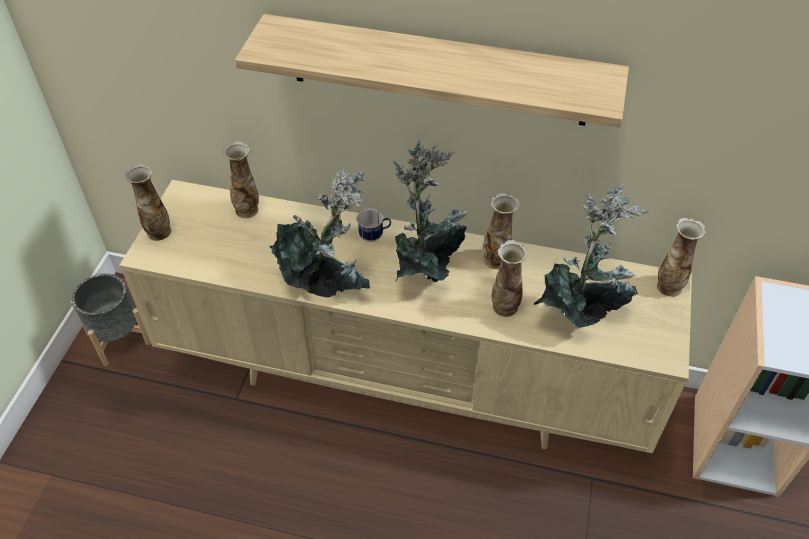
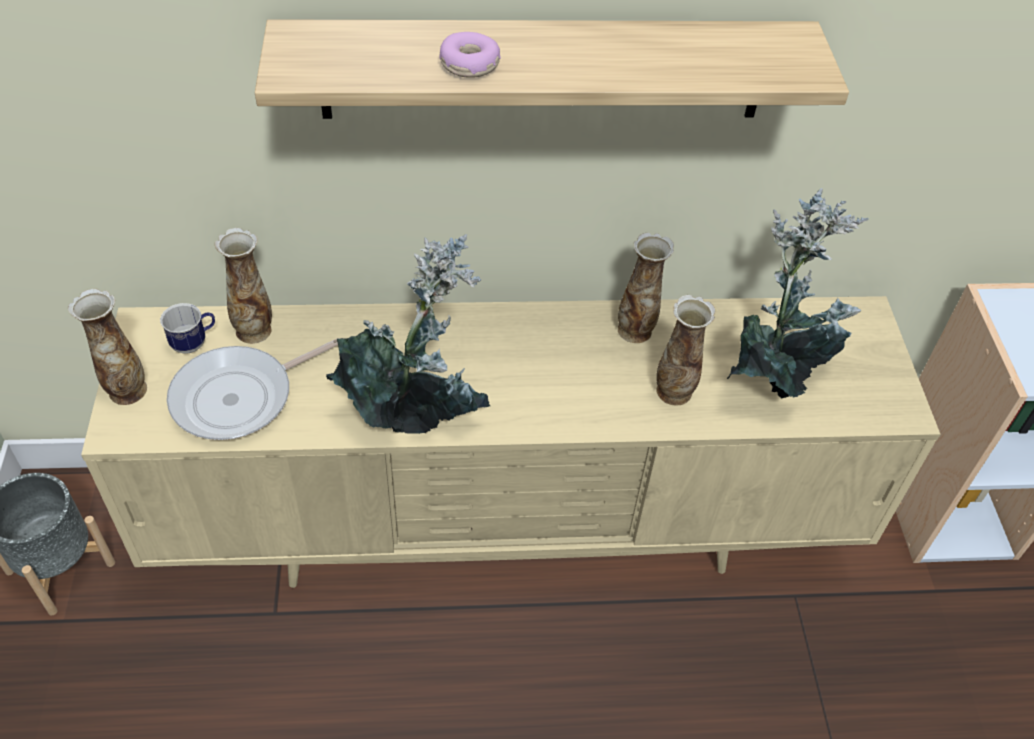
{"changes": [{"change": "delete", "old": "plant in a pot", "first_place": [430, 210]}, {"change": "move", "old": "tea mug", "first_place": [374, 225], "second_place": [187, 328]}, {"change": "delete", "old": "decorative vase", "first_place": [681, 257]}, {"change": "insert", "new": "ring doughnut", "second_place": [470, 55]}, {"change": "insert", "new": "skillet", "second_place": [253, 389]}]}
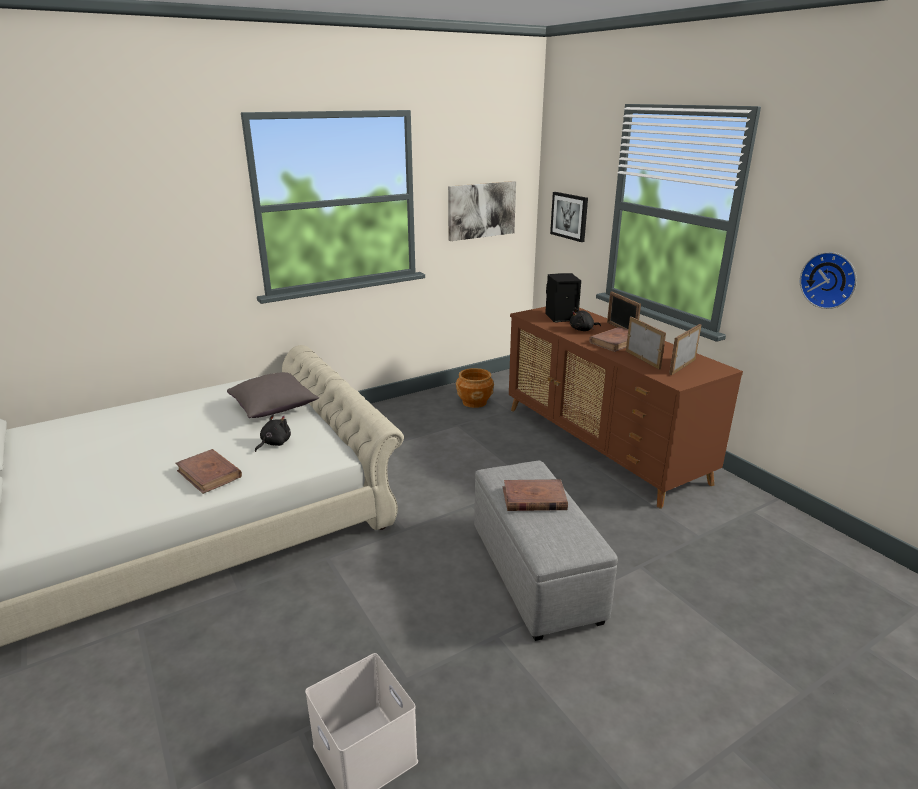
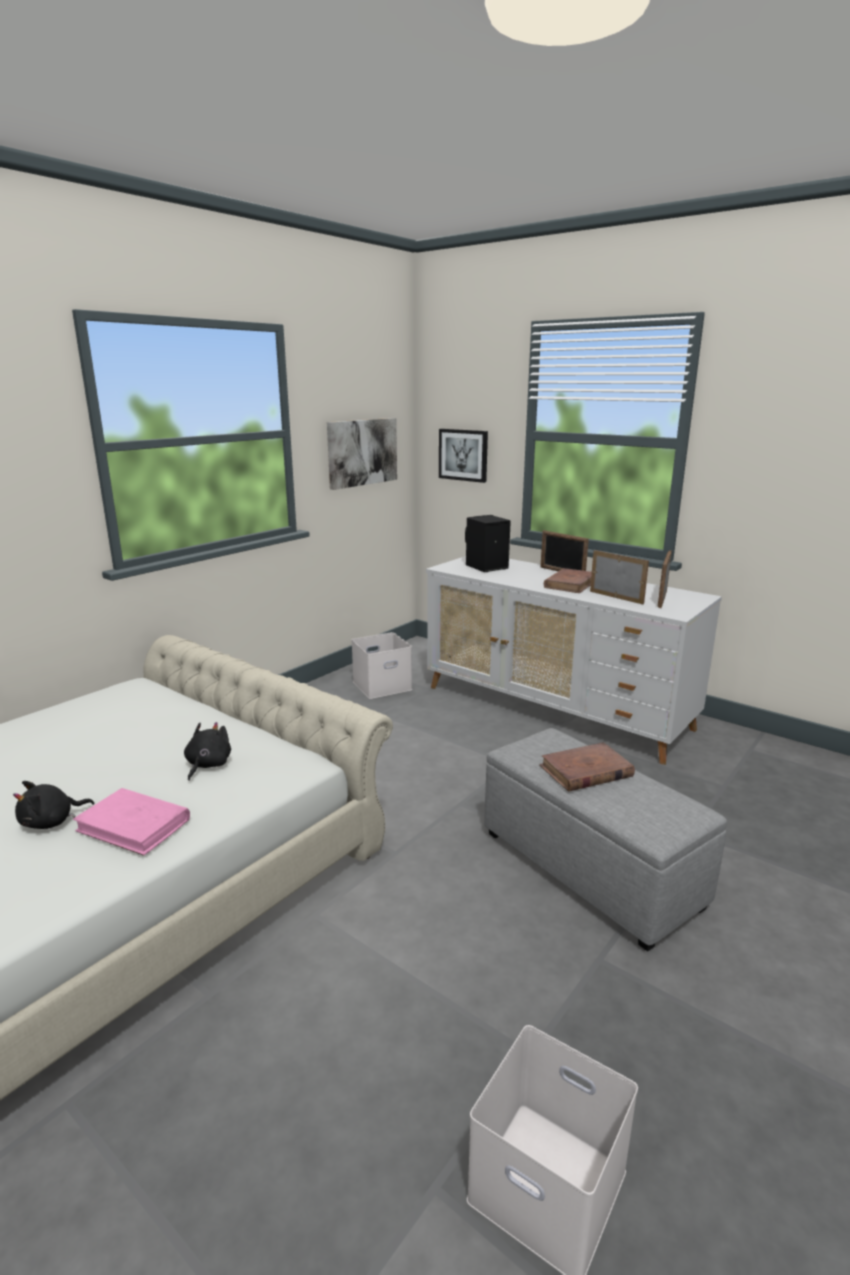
{"changes": [{"change": "delete", "old": "clock on the wall", "first_place": [828, 280]}, {"change": "recolor", "old": "brown chest of drawers", "new": "white chest of drawers", "first_place": [626, 408], "second_place": [574, 660]}, {"change": "move", "old": "black-coloured plush toy", "first_place": [585, 319], "second_place": [54, 805]}, {"change": "replace", "old": "brown planter", "new": "white storage container", "first_place": [475, 388], "second_place": [381, 665]}, {"change": "delete", "old": "gray throw pillow", "first_place": [273, 395]}, {"change": "recolor", "old": "brown book", "new": "pink book", "first_place": [208, 471], "second_place": [131, 822]}]}
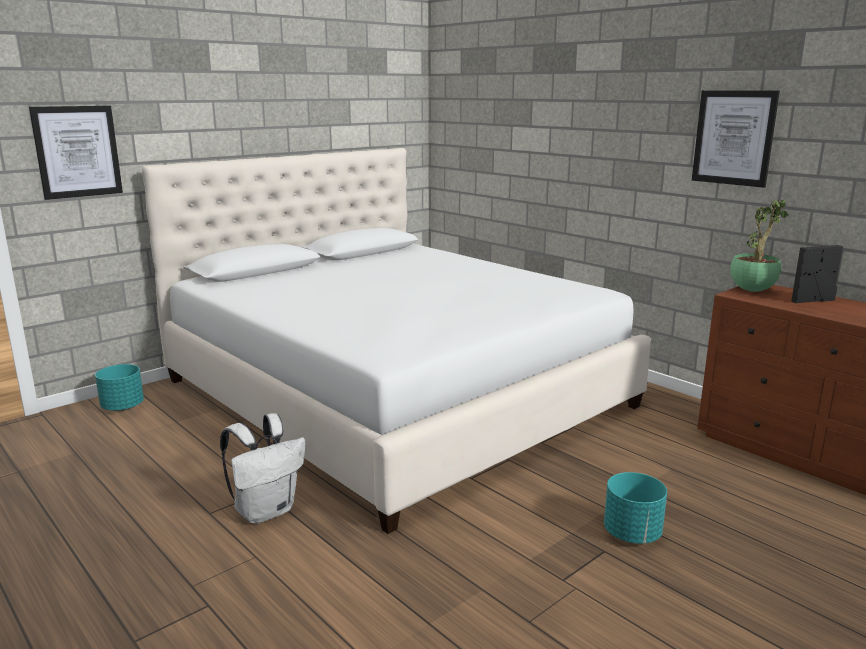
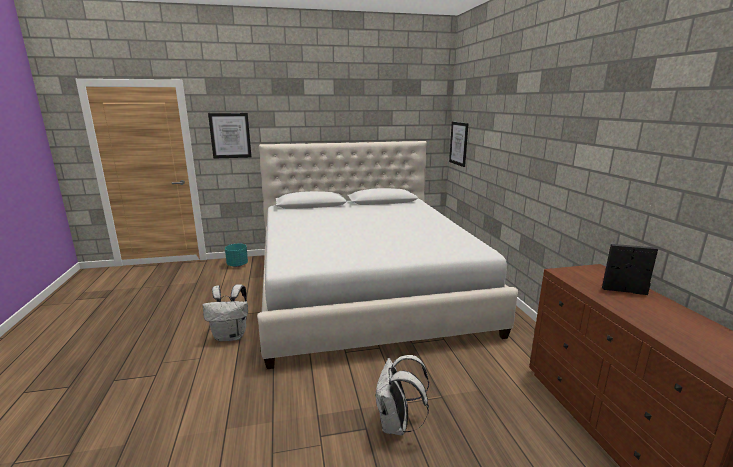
{"changes": [{"change": "move", "old": "picture", "first_place": [736, 139], "second_place": [458, 144]}, {"change": "delete", "old": "plant in a pot", "first_place": [759, 246]}, {"change": "replace", "old": "turquoise-coloured planter", "new": "white rucksack", "first_place": [635, 508], "second_place": [402, 395]}]}
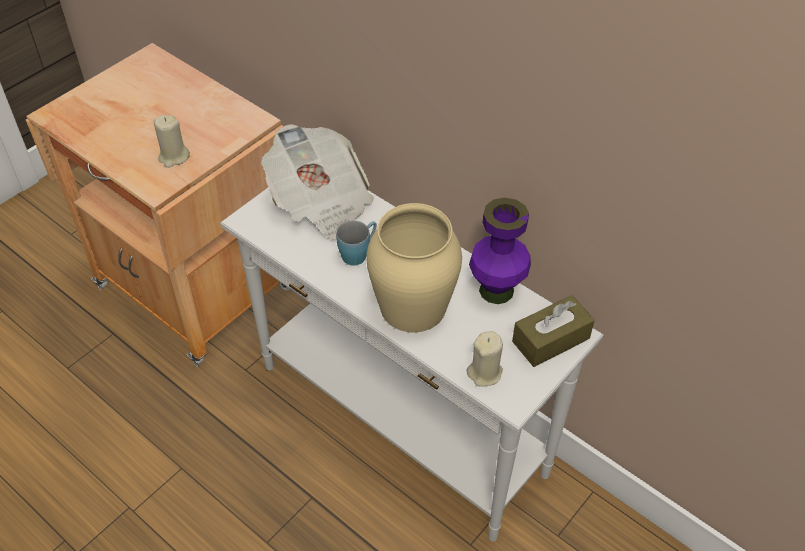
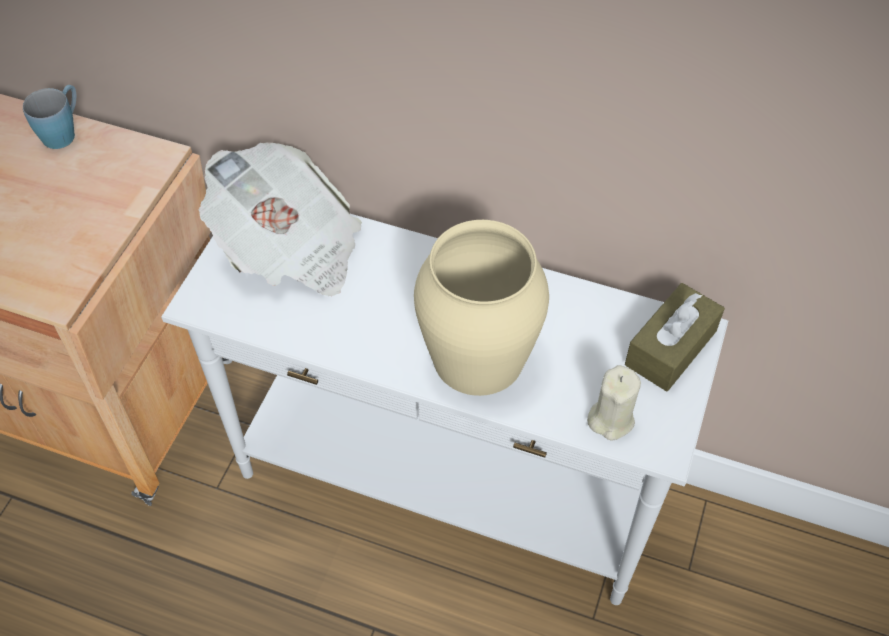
{"changes": [{"change": "delete", "old": "sand-coloured candle", "first_place": [172, 141]}, {"change": "delete", "old": "purple-coloured decorative vase", "first_place": [500, 250]}, {"change": "move", "old": "bluish tea mug", "first_place": [356, 243], "second_place": [49, 117]}]}
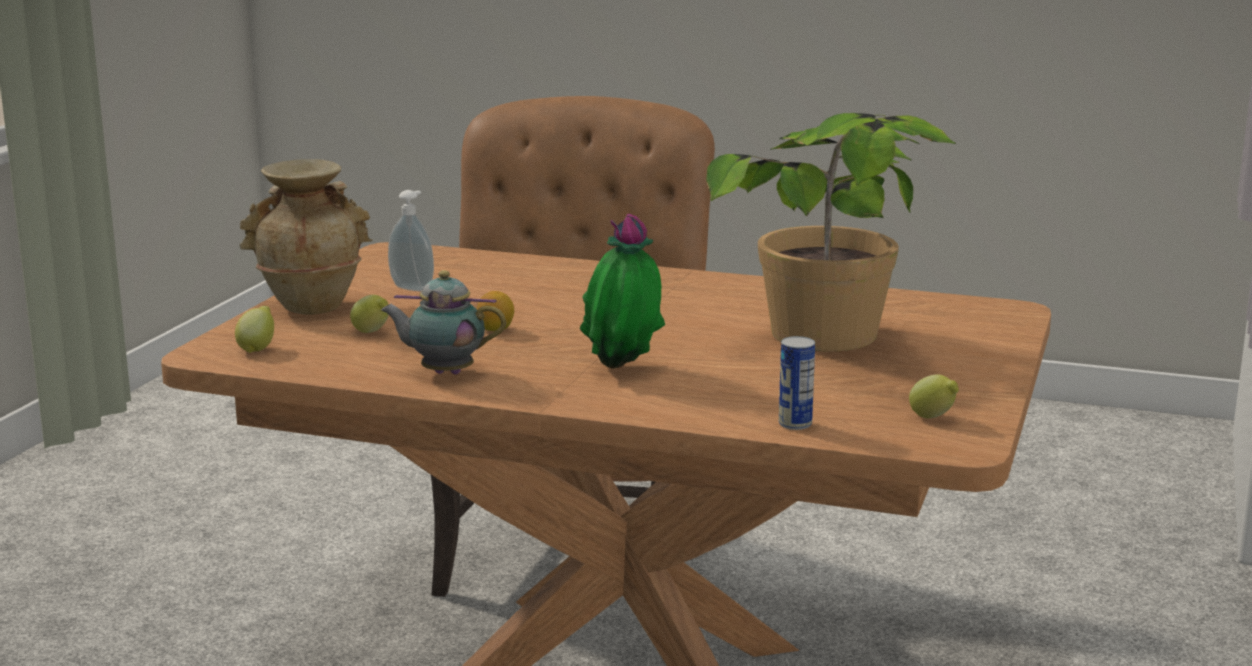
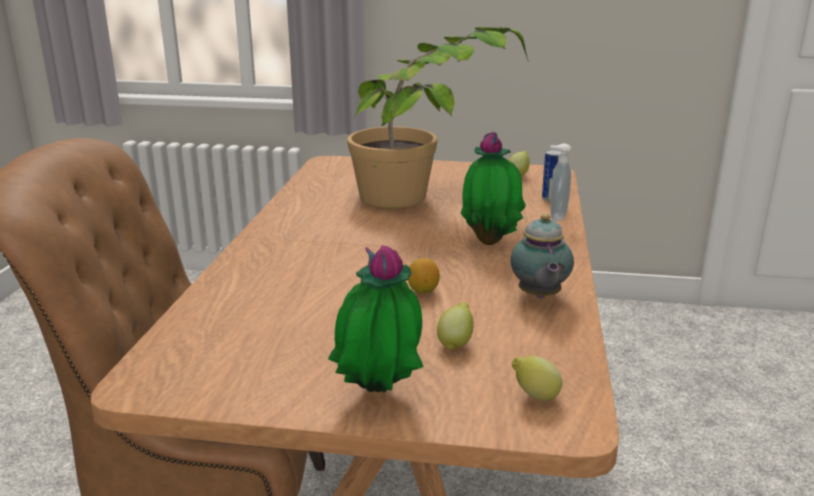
{"changes": [{"change": "replace", "old": "sand-coloured decorative vase", "new": "plant in a pot", "first_place": [306, 237], "second_place": [376, 318]}, {"change": "move", "old": "liquid soap bottle", "first_place": [411, 240], "second_place": [560, 182]}]}
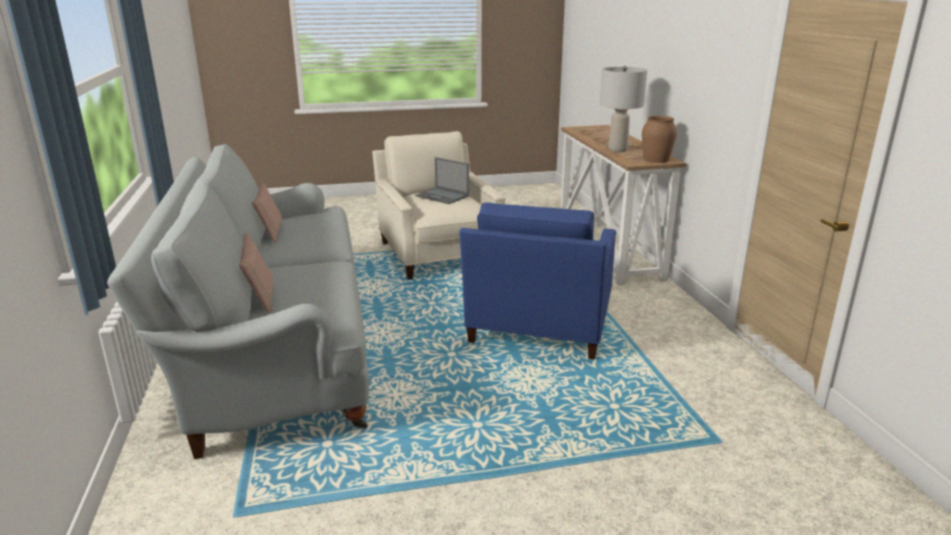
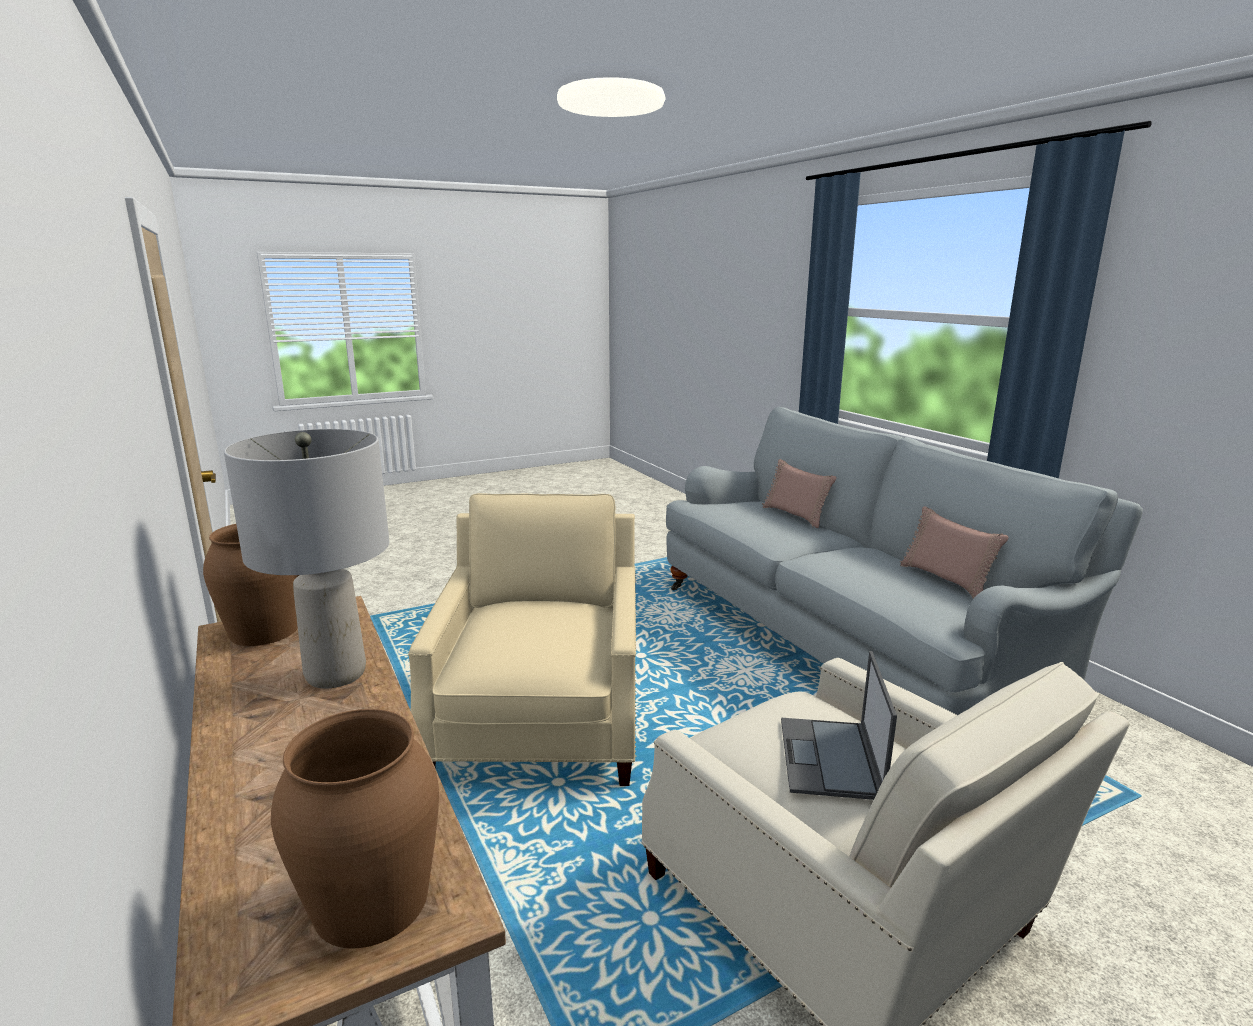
{"changes": [{"change": "rotate", "old": "notebook computer", "first_place": [442, 180], "second_place": [839, 725], "degrees": -105}, {"change": "recolor", "old": "bluish armchair", "new": "sand-coloured armchair", "first_place": [537, 281], "second_place": [522, 639]}, {"change": "insert", "new": "brown decorative vase", "second_place": [355, 828]}]}
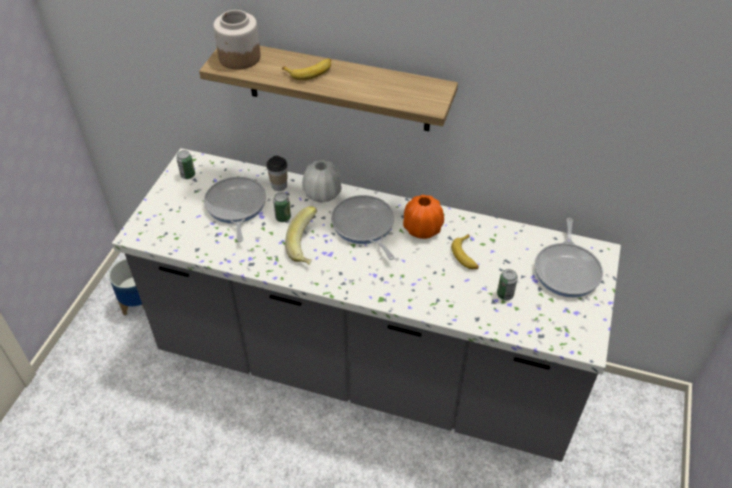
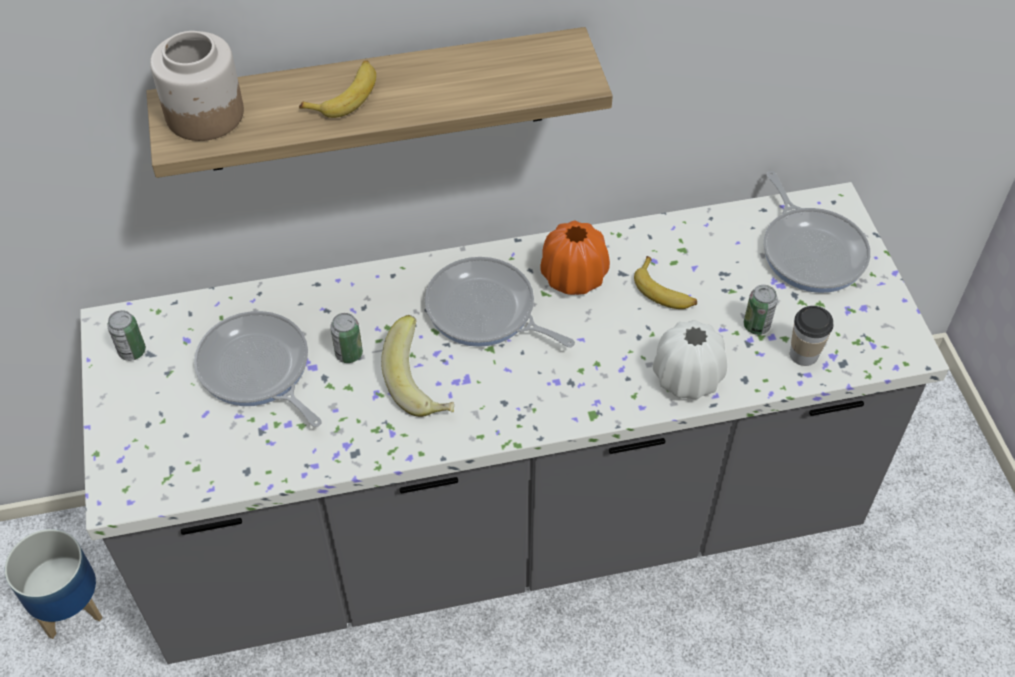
{"changes": [{"change": "move", "old": "cup", "first_place": [276, 173], "second_place": [811, 336]}, {"change": "move", "old": "white decorative vase", "first_place": [321, 181], "second_place": [690, 359]}]}
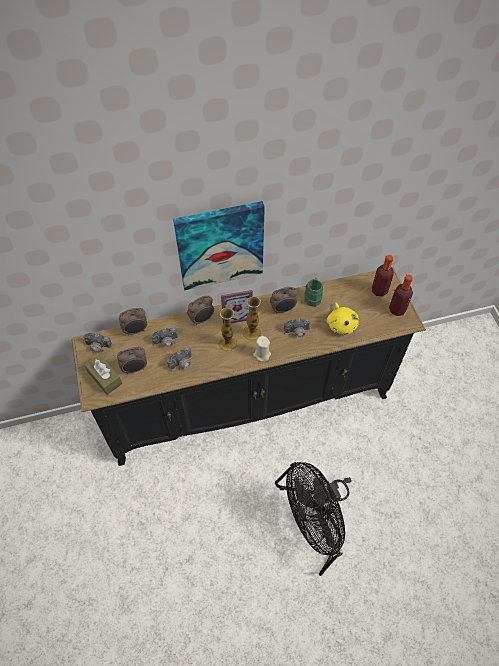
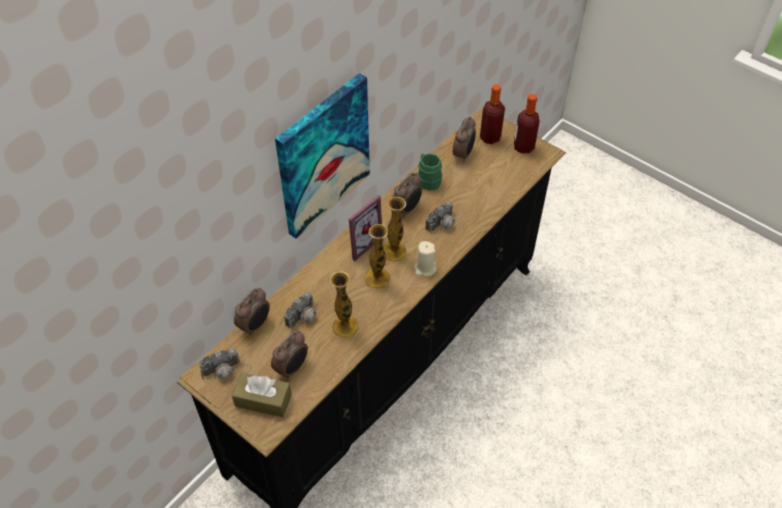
{"changes": [{"change": "move", "old": "bedside clock", "first_place": [200, 311], "second_place": [464, 139]}, {"change": "delete", "old": "yellowish plush toy", "first_place": [343, 318]}, {"change": "replace", "old": "photo camera", "new": "decorative vase", "first_place": [184, 360], "second_place": [345, 304]}, {"change": "delete", "old": "black-coloured electric fan", "first_place": [313, 519]}]}
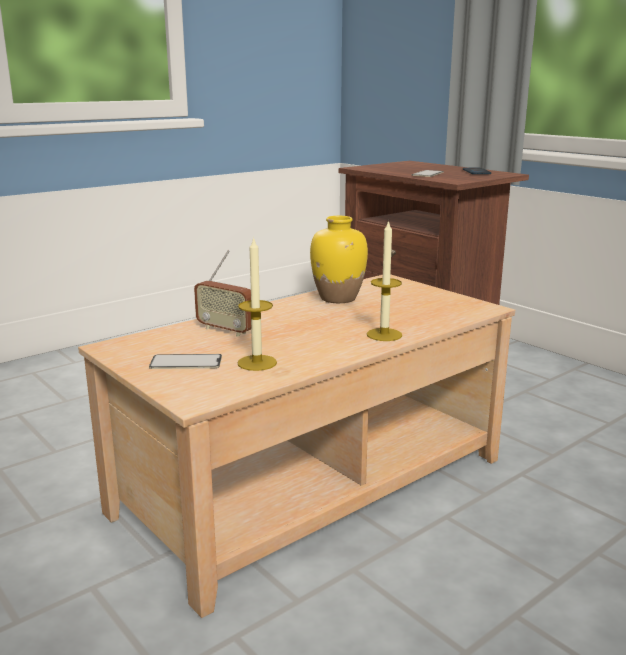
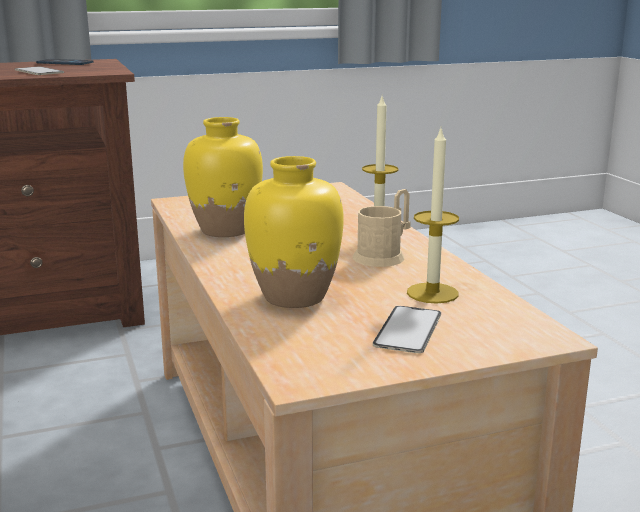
{"changes": [{"change": "replace", "old": "radio receiver", "new": "yellowish decorative vase", "first_place": [222, 293], "second_place": [294, 232]}, {"change": "insert", "new": "sand-coloured tea mug", "second_place": [382, 228]}]}
